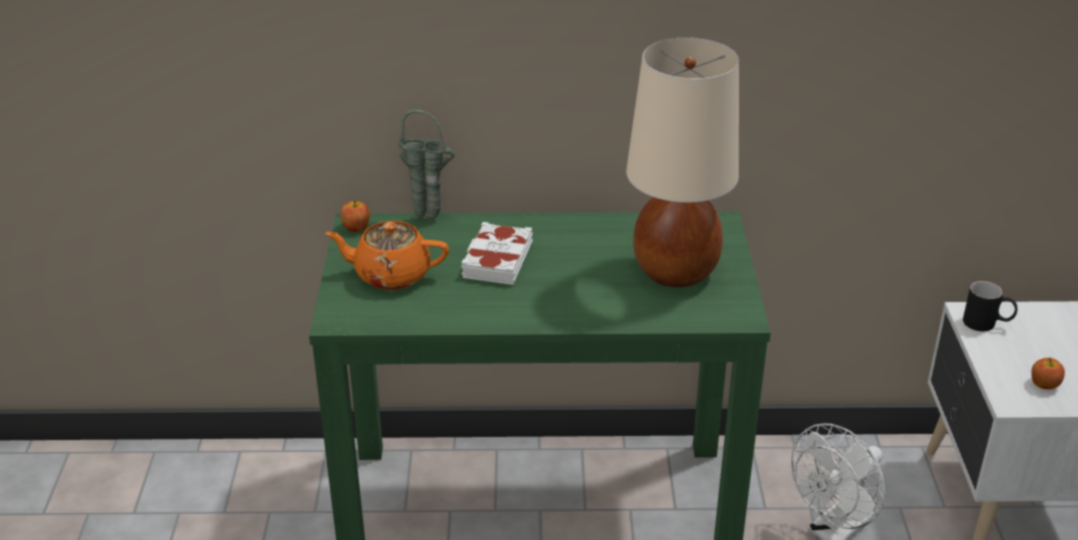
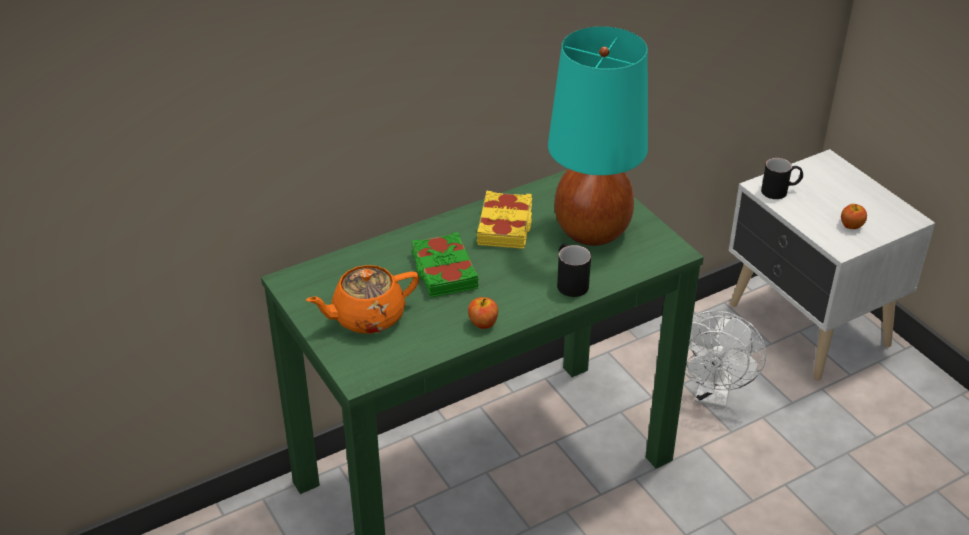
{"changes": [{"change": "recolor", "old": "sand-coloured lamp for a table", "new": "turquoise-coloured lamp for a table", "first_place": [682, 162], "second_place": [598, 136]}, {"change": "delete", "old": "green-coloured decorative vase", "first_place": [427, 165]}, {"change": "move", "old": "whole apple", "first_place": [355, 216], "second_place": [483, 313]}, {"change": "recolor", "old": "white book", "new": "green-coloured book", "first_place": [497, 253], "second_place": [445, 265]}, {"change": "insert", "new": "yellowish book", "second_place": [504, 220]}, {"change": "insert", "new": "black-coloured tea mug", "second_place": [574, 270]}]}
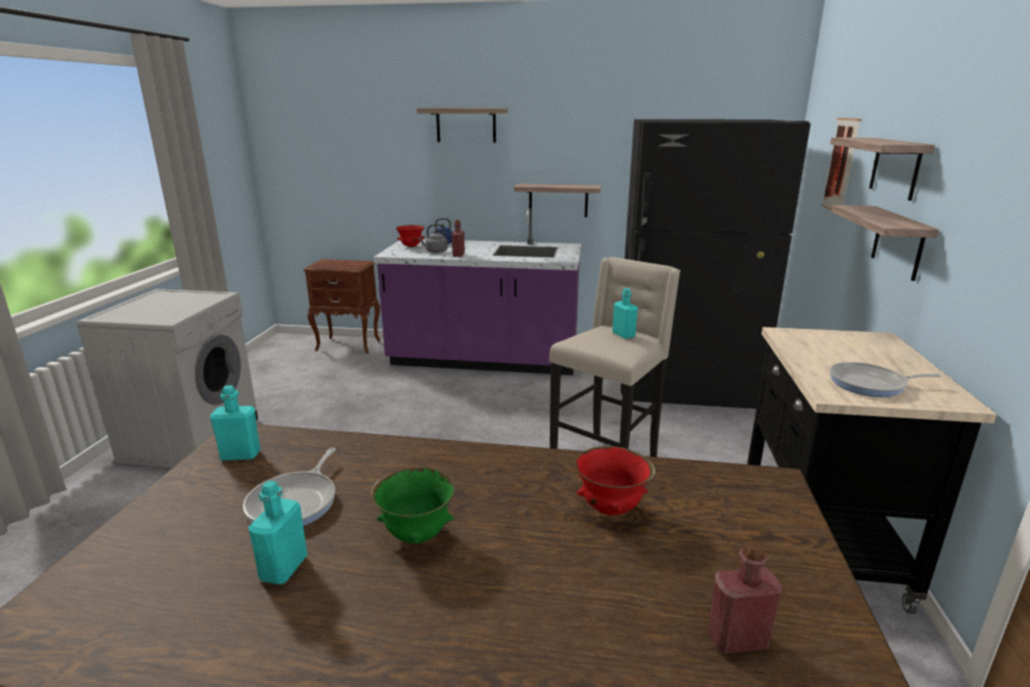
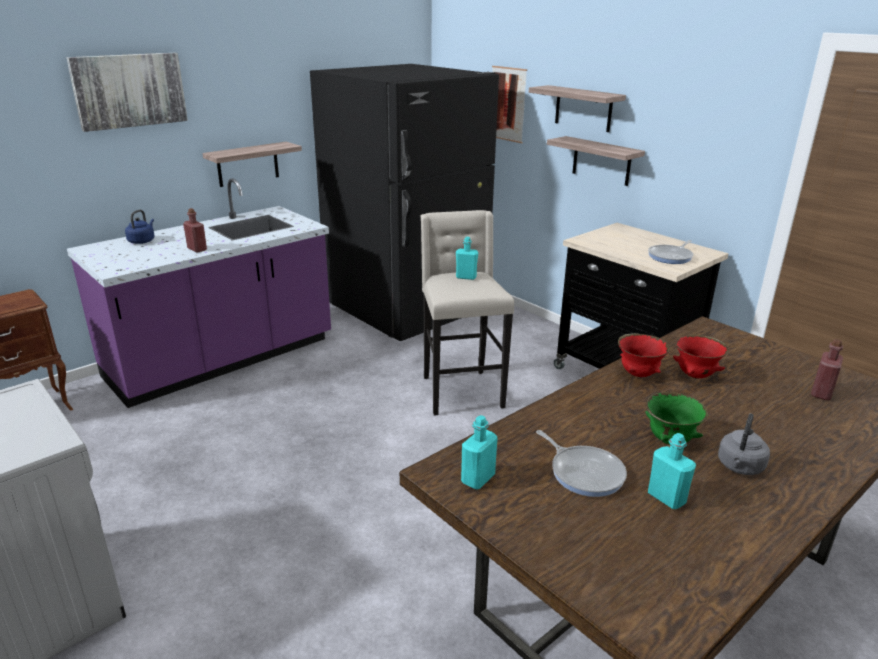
{"changes": [{"change": "replace", "old": "wall shelf", "new": "picture", "first_place": [462, 125], "second_place": [127, 92]}, {"change": "move", "old": "gray kettle", "first_place": [433, 238], "second_place": [744, 444]}, {"change": "move", "old": "red bowl", "first_place": [410, 236], "second_place": [644, 355]}]}
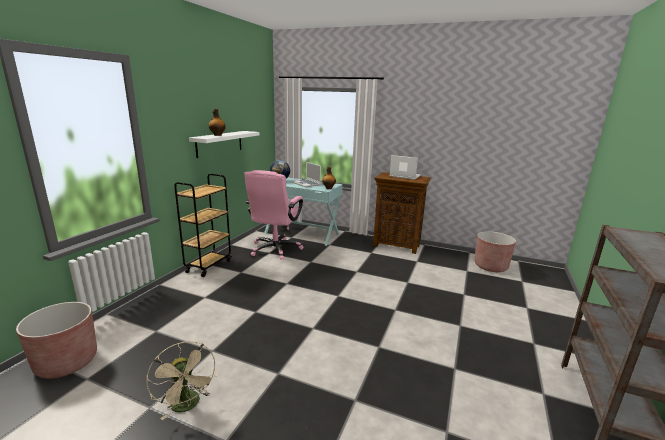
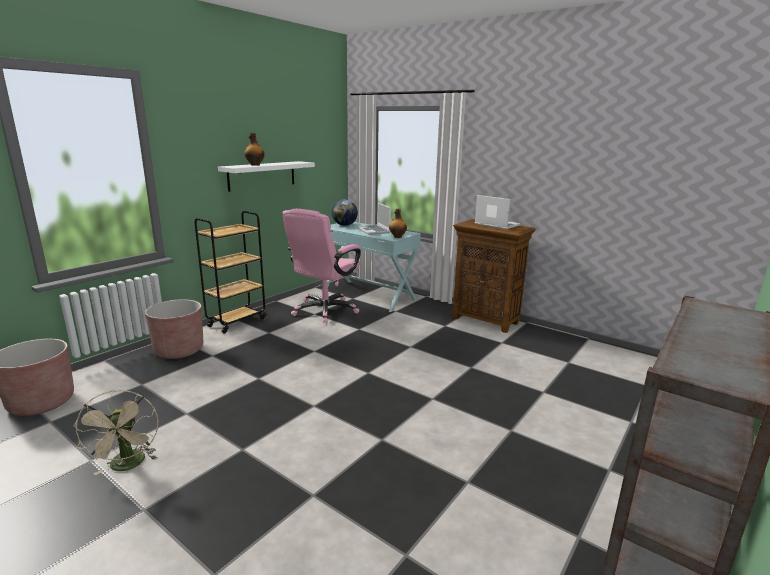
{"changes": [{"change": "move", "old": "brown planter", "first_place": [495, 251], "second_place": [174, 329]}]}
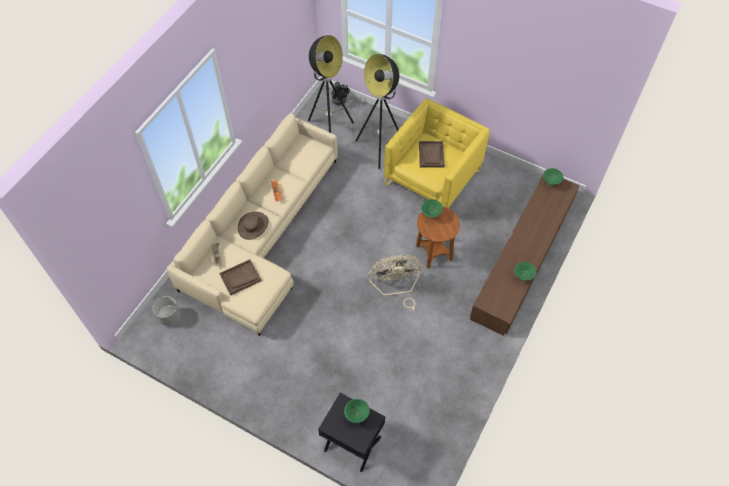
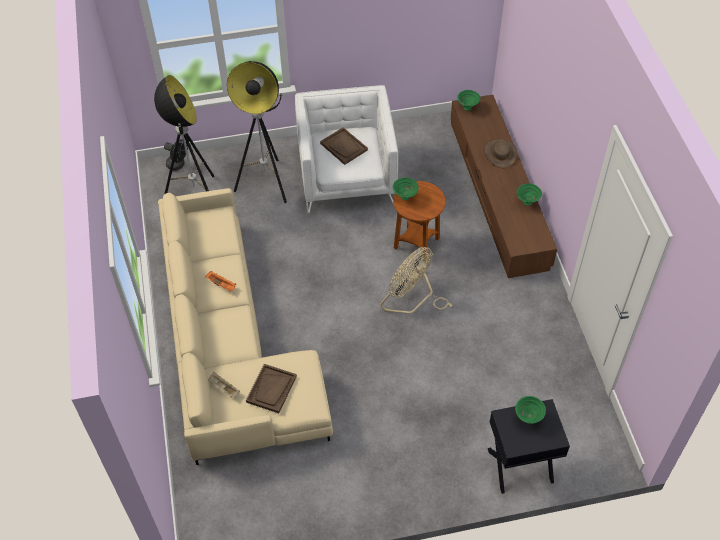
{"changes": [{"change": "recolor", "old": "yellowish armchair", "new": "white armchair", "first_place": [437, 153], "second_place": [346, 149]}, {"change": "move", "old": "brown clothing hat", "first_place": [253, 226], "second_place": [500, 153]}, {"change": "delete", "old": "gray planter", "first_place": [166, 311]}]}
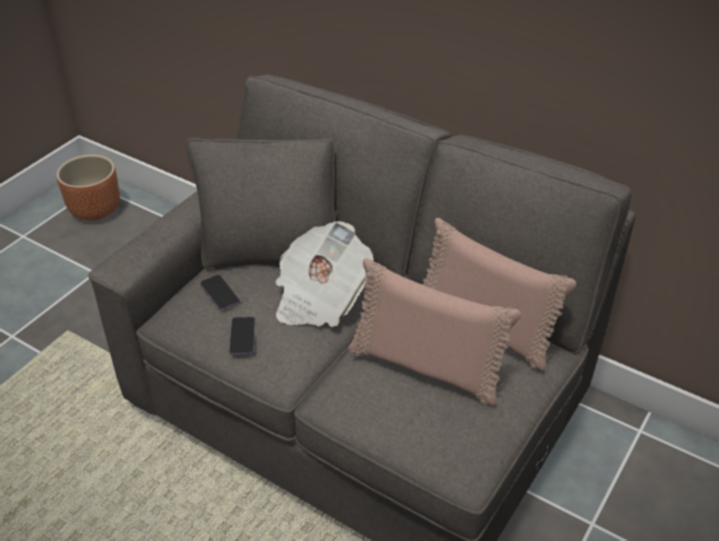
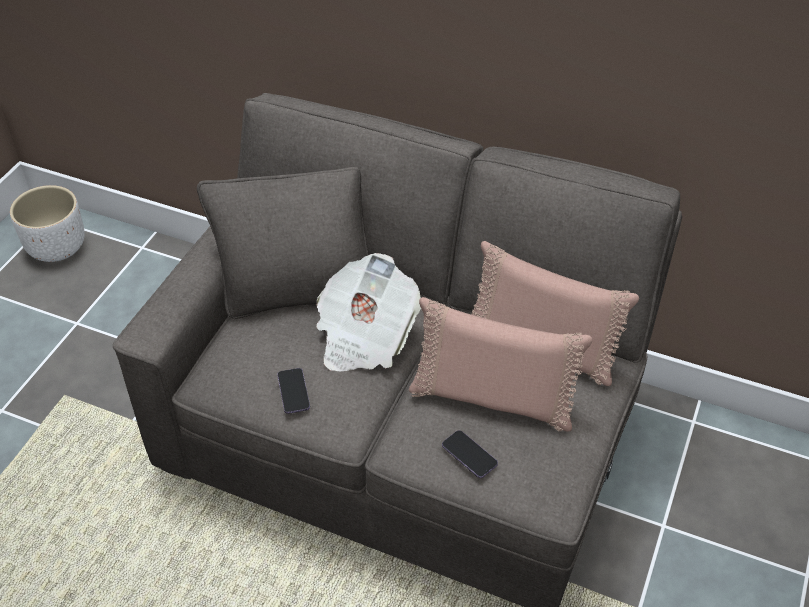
{"changes": [{"change": "recolor", "old": "brown planter", "new": "white planter", "first_place": [88, 188], "second_place": [47, 223]}, {"change": "move", "old": "handset", "first_place": [220, 292], "second_place": [470, 454]}]}
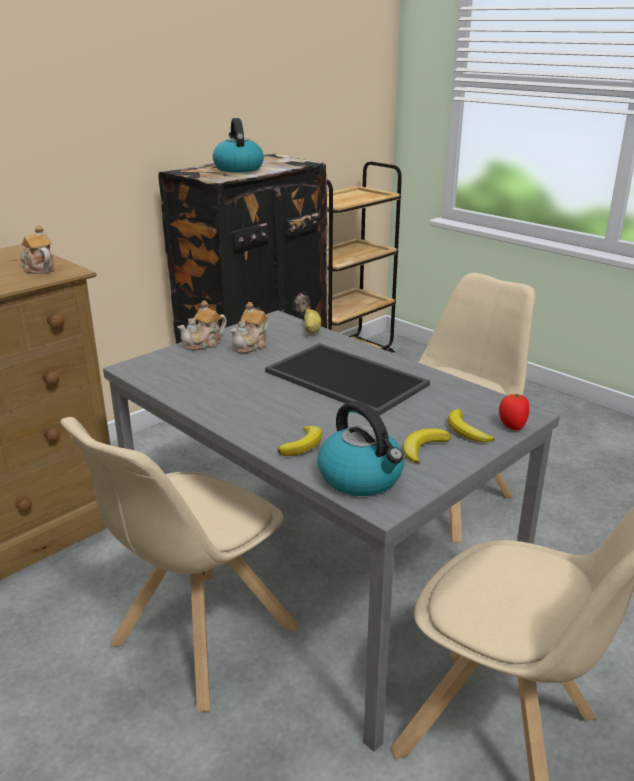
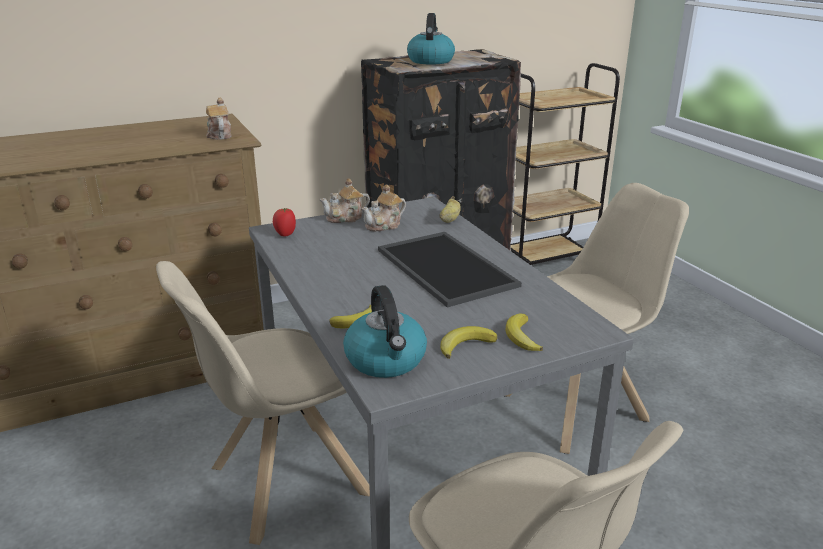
{"changes": [{"change": "move", "old": "fresh tomato", "first_place": [514, 412], "second_place": [284, 222]}]}
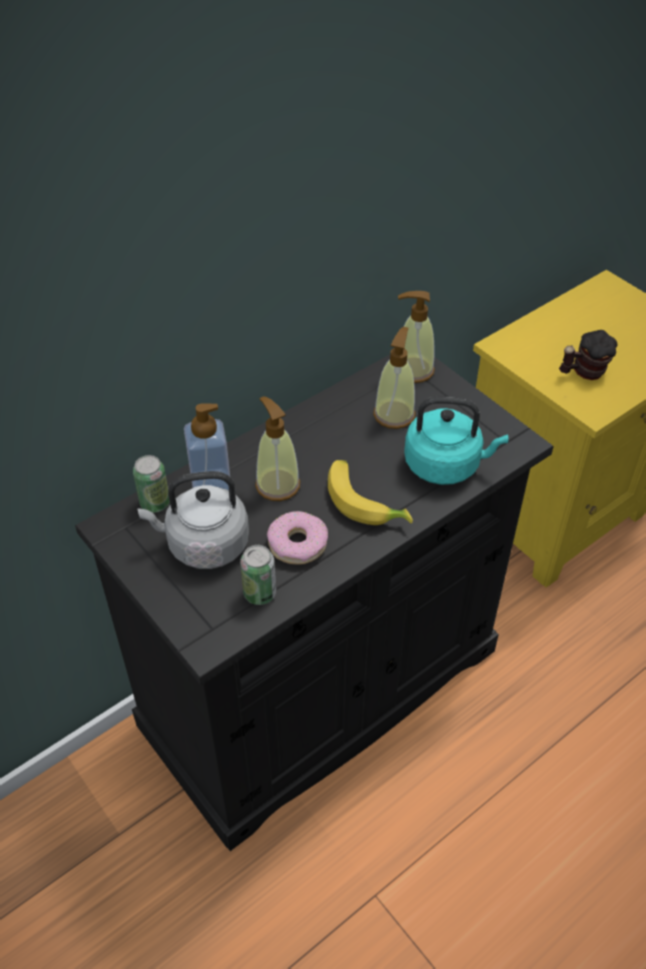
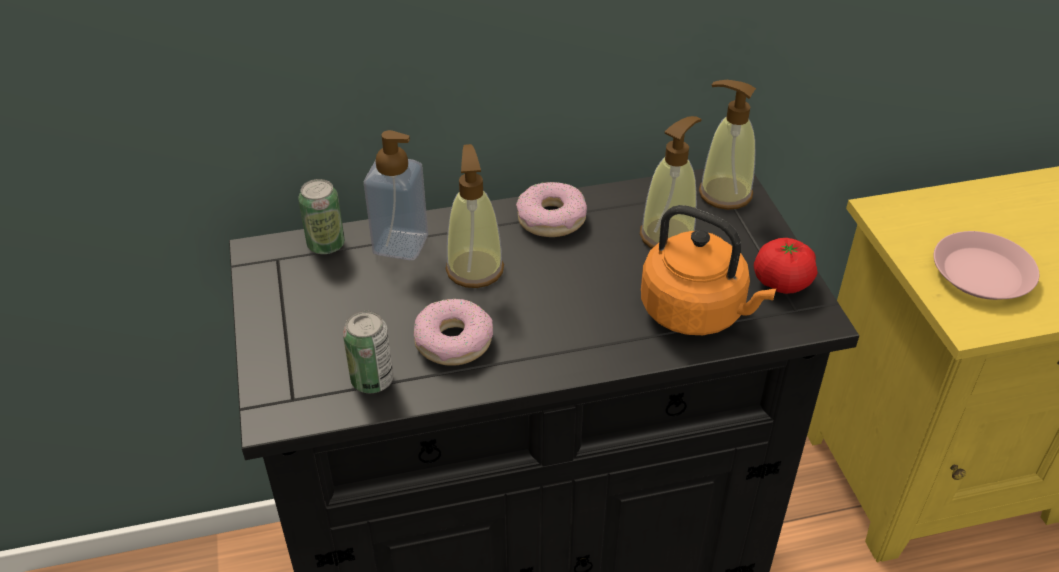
{"changes": [{"change": "replace", "old": "tea mug", "new": "pink dinner plate", "first_place": [588, 355], "second_place": [986, 265]}, {"change": "recolor", "old": "turquoise-coloured kettle", "new": "orange-coloured kettle", "first_place": [456, 440], "second_place": [708, 270]}, {"change": "delete", "old": "whole banana", "first_place": [370, 492]}, {"change": "delete", "old": "gray kettle", "first_place": [193, 520]}, {"change": "insert", "new": "ring doughnut", "second_place": [551, 209]}, {"change": "insert", "new": "fresh tomato", "second_place": [785, 266]}]}
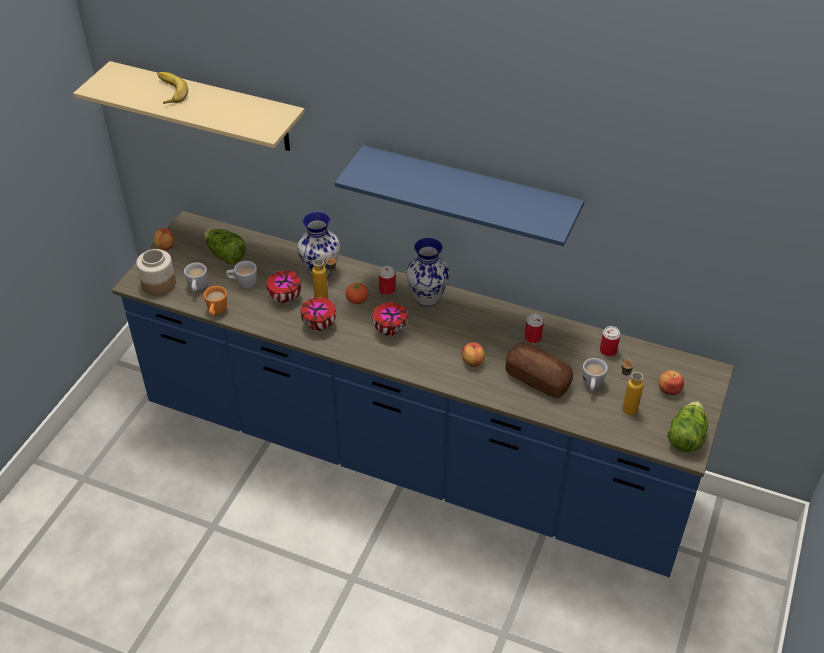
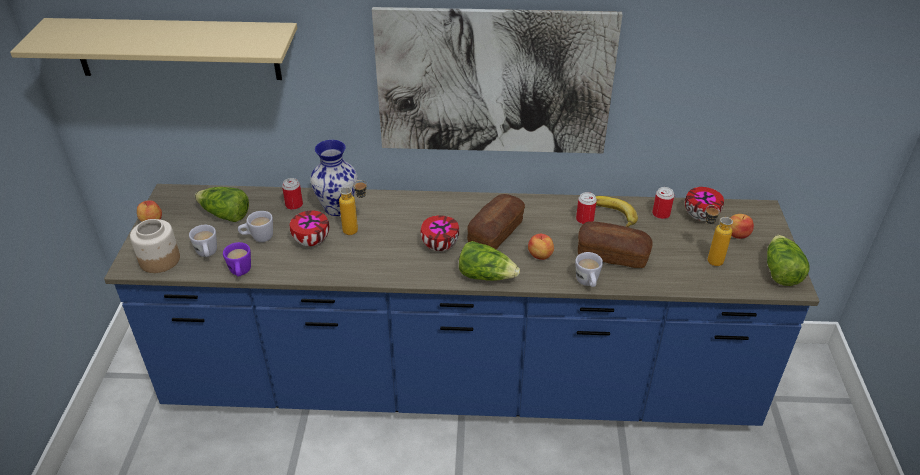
{"changes": [{"change": "move", "old": "whole banana", "first_place": [172, 88], "second_place": [617, 211]}, {"change": "replace", "old": "bluish wall shelf", "new": "picture", "first_place": [459, 195], "second_place": [497, 80]}, {"change": "delete", "old": "decorative vase", "first_place": [428, 272]}, {"change": "move", "old": "sealed can", "first_place": [387, 280], "second_place": [292, 194]}, {"change": "delete", "old": "fresh tomato", "first_place": [357, 293]}, {"change": "recolor", "old": "orange-coloured tea mug", "new": "purple-coloured tea mug", "first_place": [215, 301], "second_place": [237, 259]}, {"change": "move", "old": "bowl", "first_place": [318, 314], "second_place": [704, 204]}, {"change": "move", "old": "white tea mug", "first_place": [595, 374], "second_place": [589, 269]}, {"change": "insert", "new": "bakery bread", "second_place": [496, 221]}, {"change": "insert", "new": "lettuce head", "second_place": [489, 261]}]}
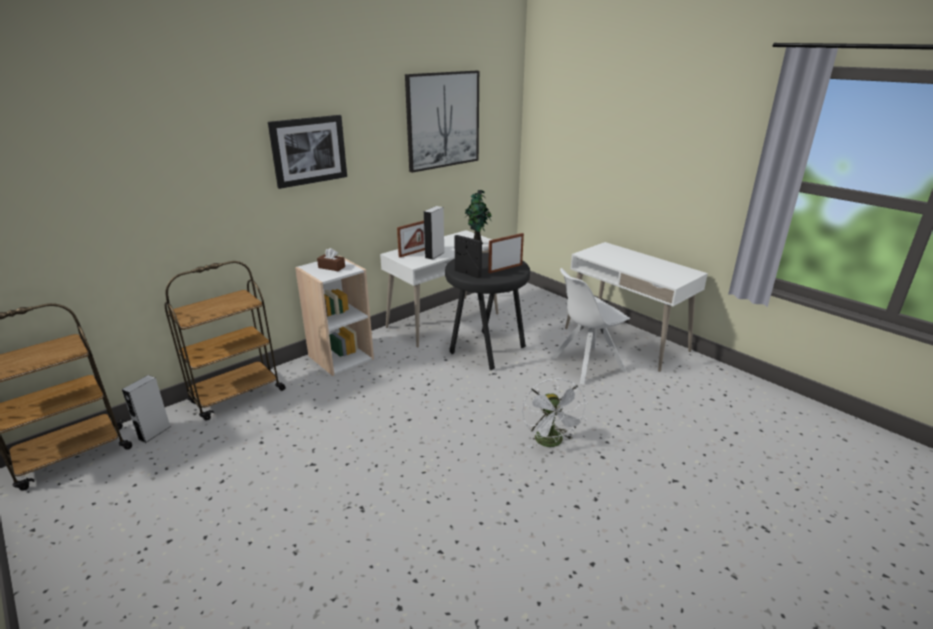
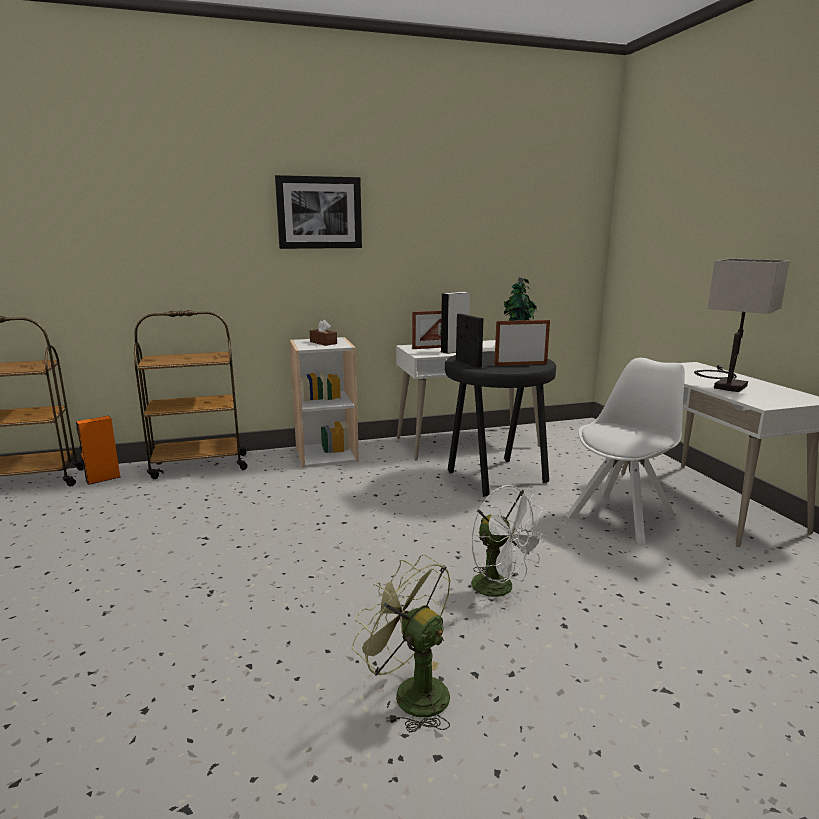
{"changes": [{"change": "delete", "old": "picture", "first_place": [442, 122]}, {"change": "rotate", "old": "white upright chair", "first_place": [590, 326], "second_place": [625, 451], "degrees": 135}, {"change": "recolor", "old": "gray loudspeaker", "new": "orange-coloured loudspeaker", "first_place": [146, 409], "second_place": [98, 450]}, {"change": "rotate", "old": "white electric fan", "first_place": [555, 413], "second_place": [509, 546], "degrees": -60}, {"change": "insert", "new": "lamp for a table", "second_place": [742, 325]}, {"change": "insert", "new": "green-coloured electric fan", "second_place": [401, 643]}]}
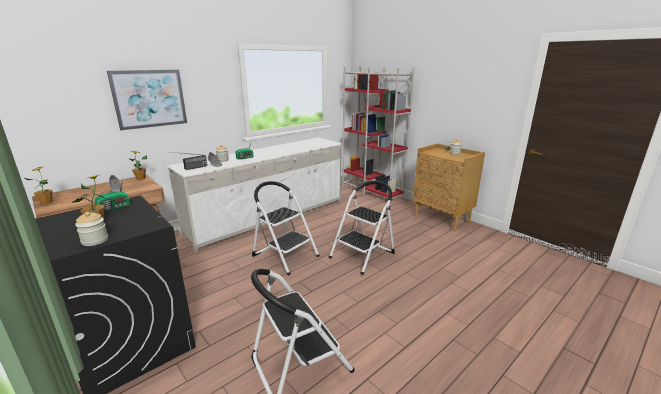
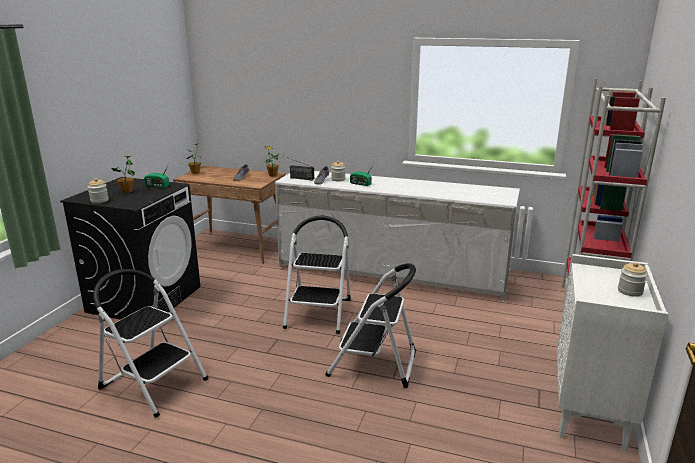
{"changes": [{"change": "delete", "old": "picture", "first_place": [147, 100]}, {"change": "recolor", "old": "brown cupboard", "new": "white cupboard", "first_place": [449, 187], "second_place": [612, 353]}]}
